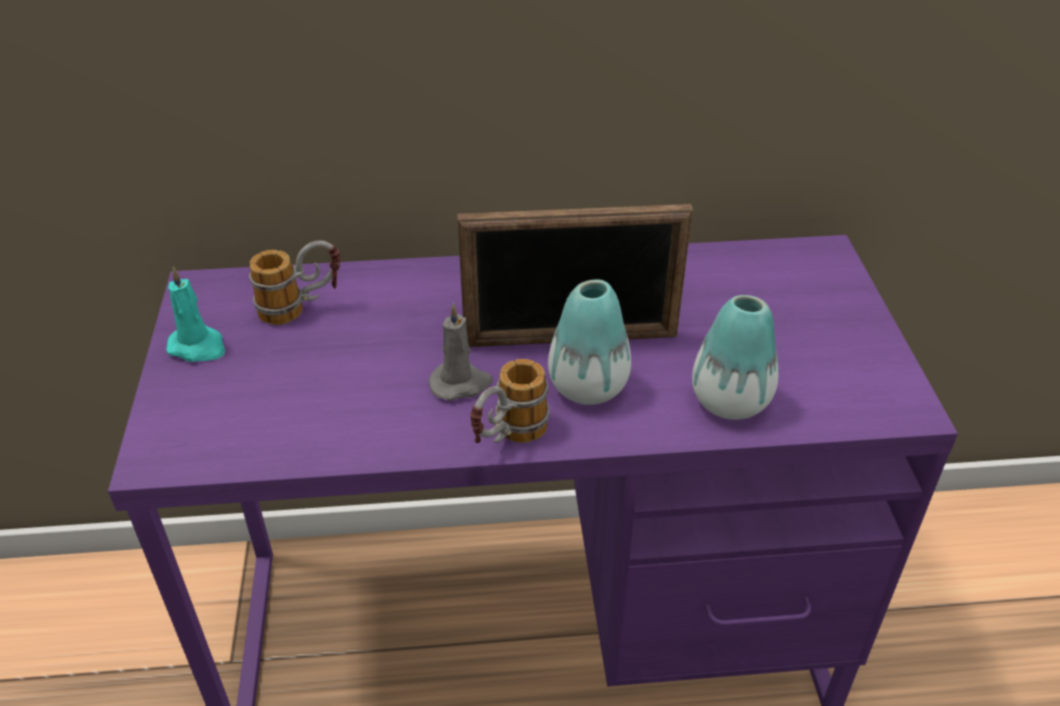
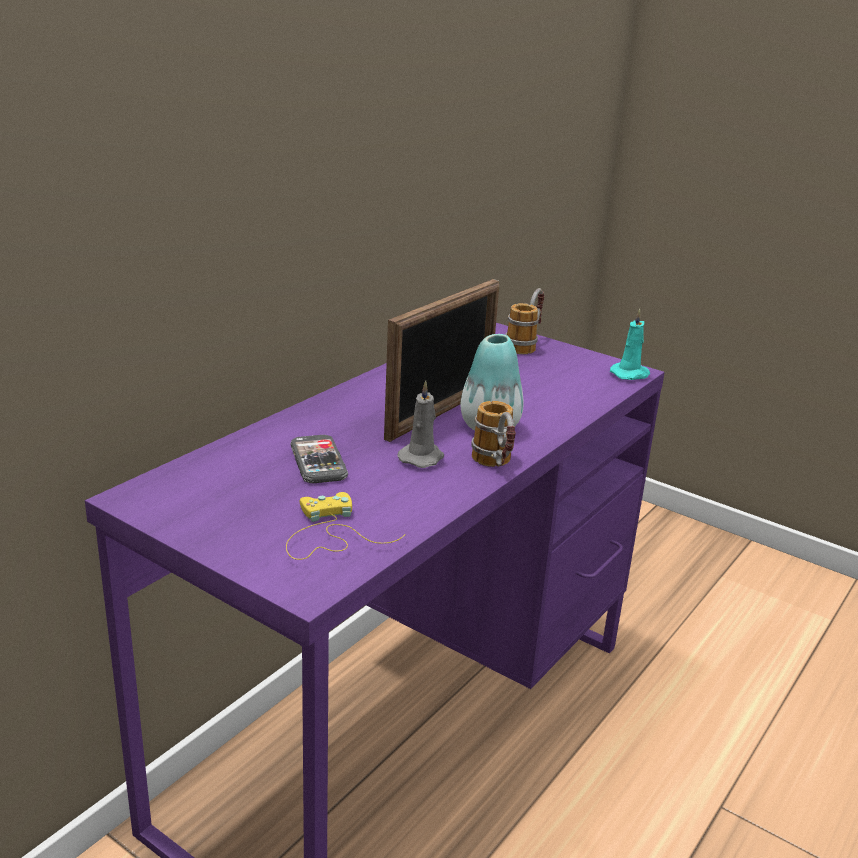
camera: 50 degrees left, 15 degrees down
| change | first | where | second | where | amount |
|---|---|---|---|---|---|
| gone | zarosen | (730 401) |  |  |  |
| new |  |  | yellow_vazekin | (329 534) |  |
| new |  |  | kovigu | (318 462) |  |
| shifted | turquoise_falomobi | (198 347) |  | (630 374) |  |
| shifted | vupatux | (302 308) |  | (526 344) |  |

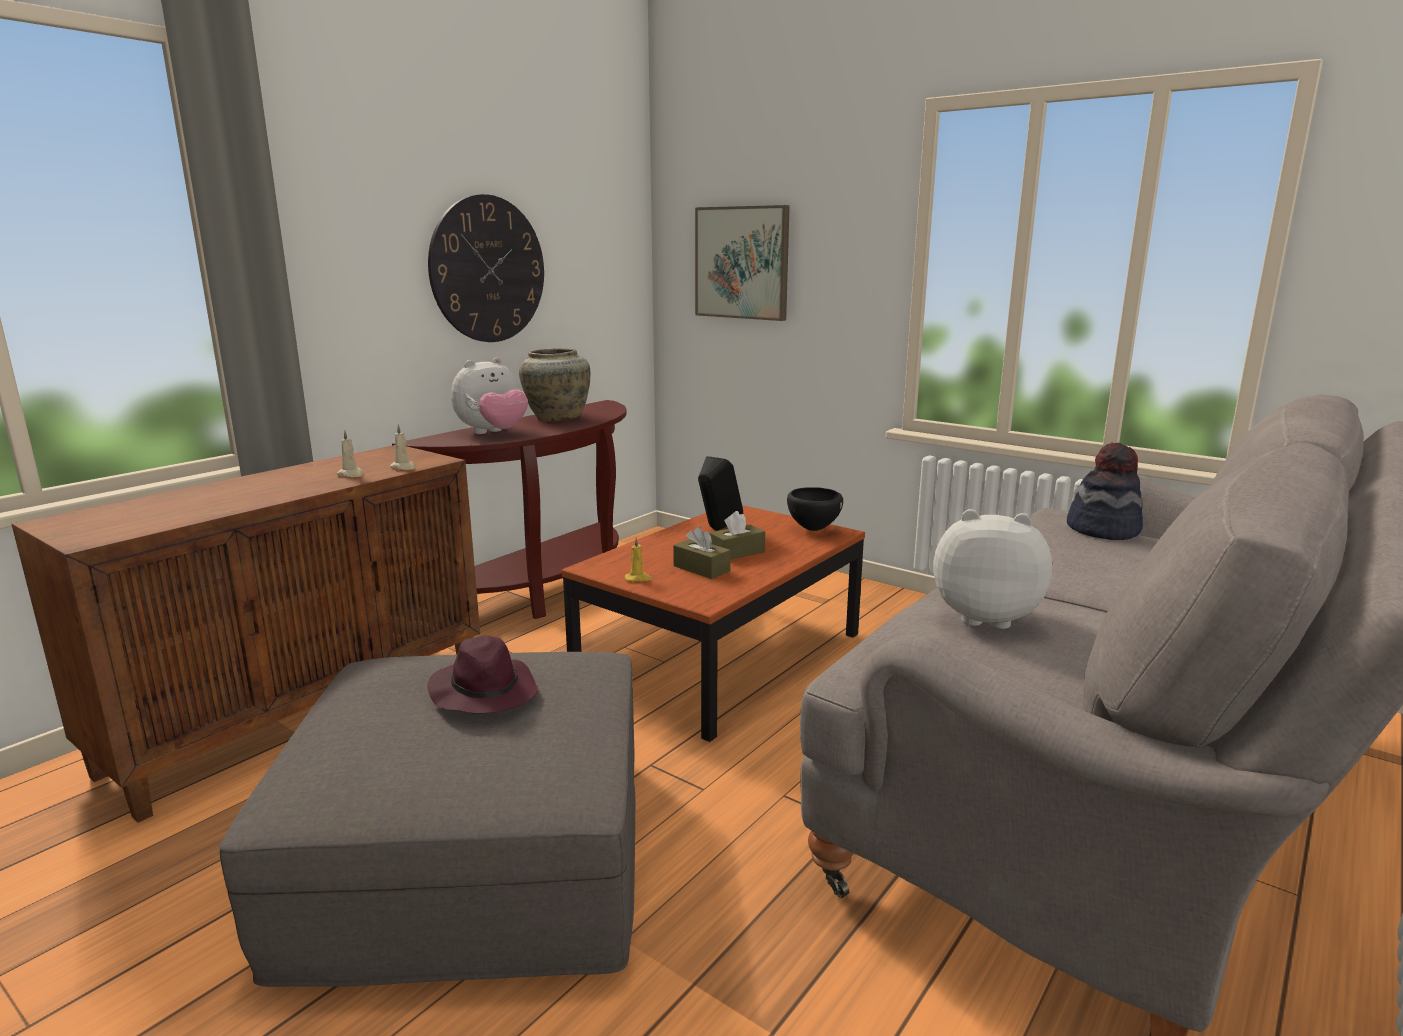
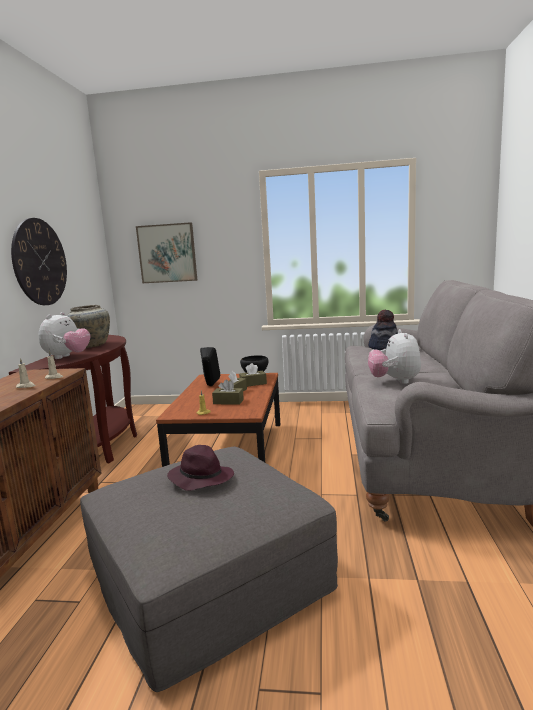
camera: 30 degrees left, 5 degrees down
| change | first | where | second | where | amount |
|---|---|---|---|---|---|
| new |  |  | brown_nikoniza | (253 383) |  |
| rotated | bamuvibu | (985 617) |  | (395 381) | 75 degrees counterclockwise |

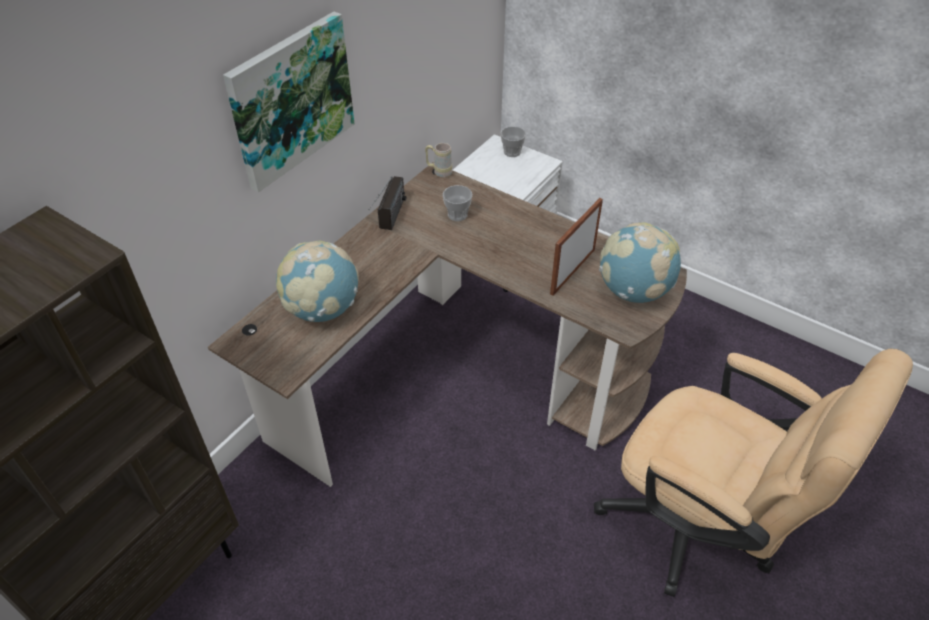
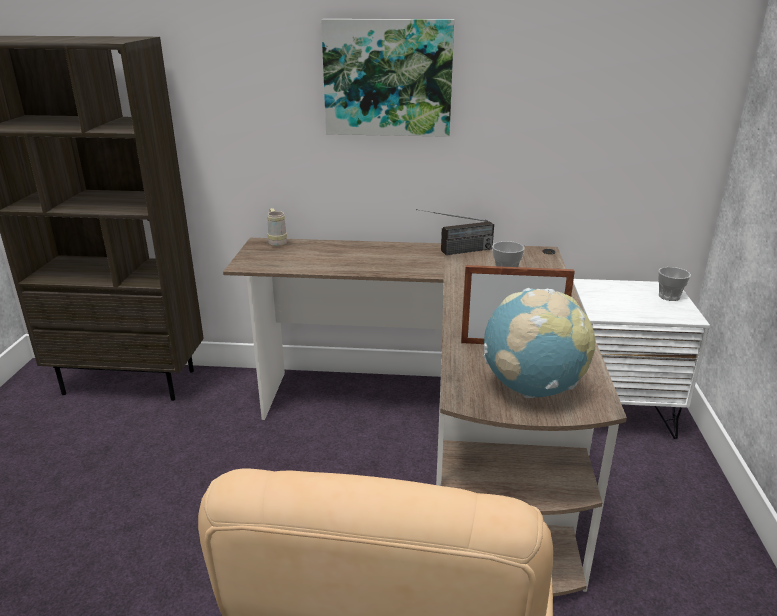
camera: 60 degrees right, 20 degrees down
| change | first | where | second | where | amount |
|---|---|---|---|---|---|
| gone | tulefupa | (322 309) |  |  |  |
| shifted | beige_vupatux | (439 172) |  | (277 241) |  |

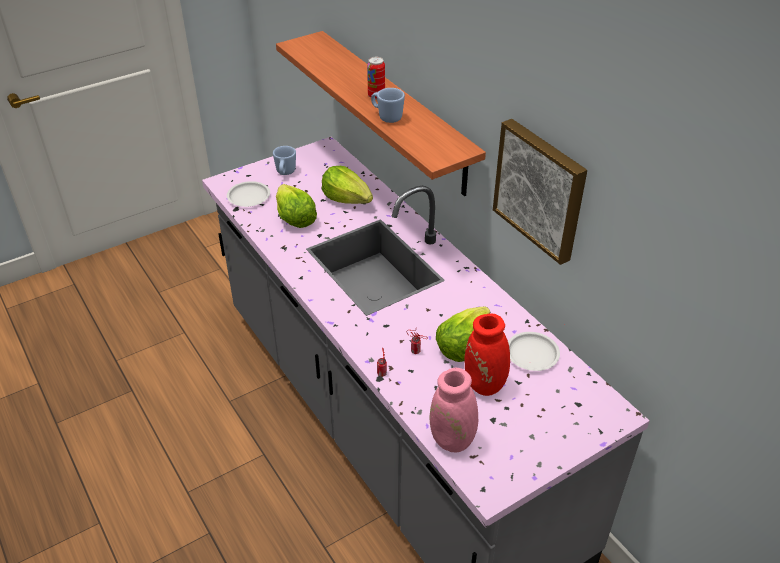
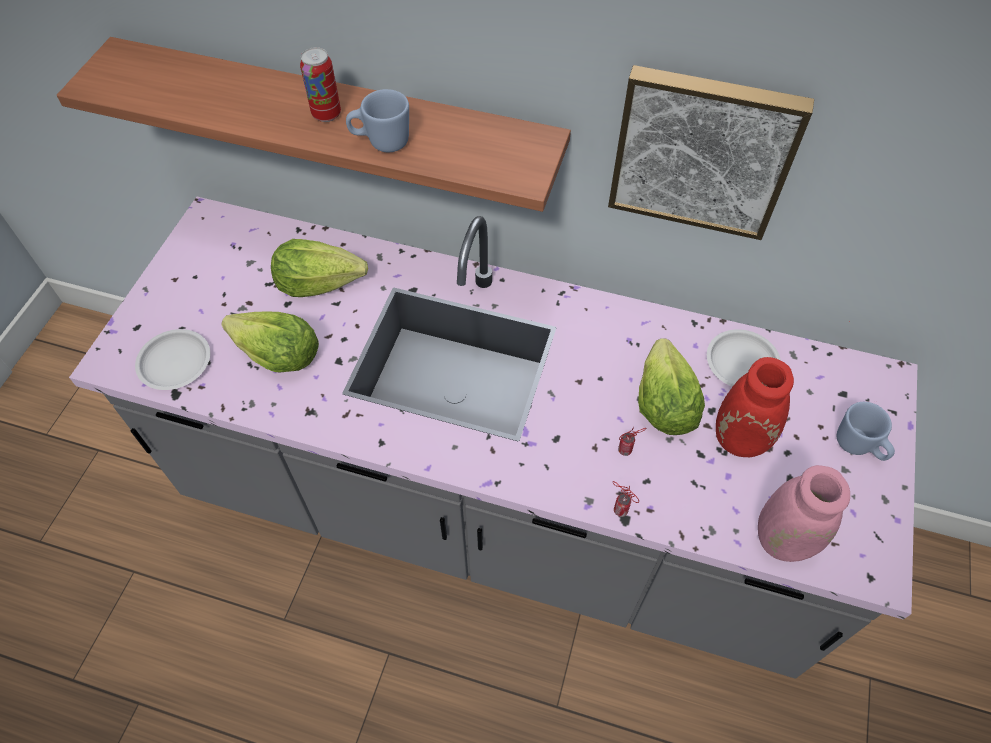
camera: 40 degrees left, 15 degrees up
| change | first | where | second | where | amount |
|---|---|---|---|---|---|
| shifted | blue_vupatux | (285 173) |  | (858 447) |  |

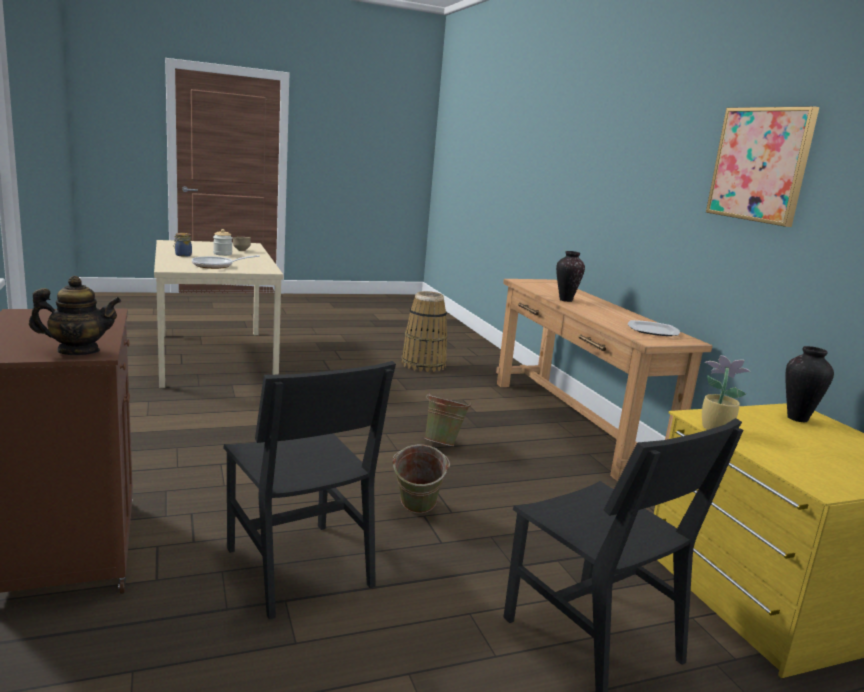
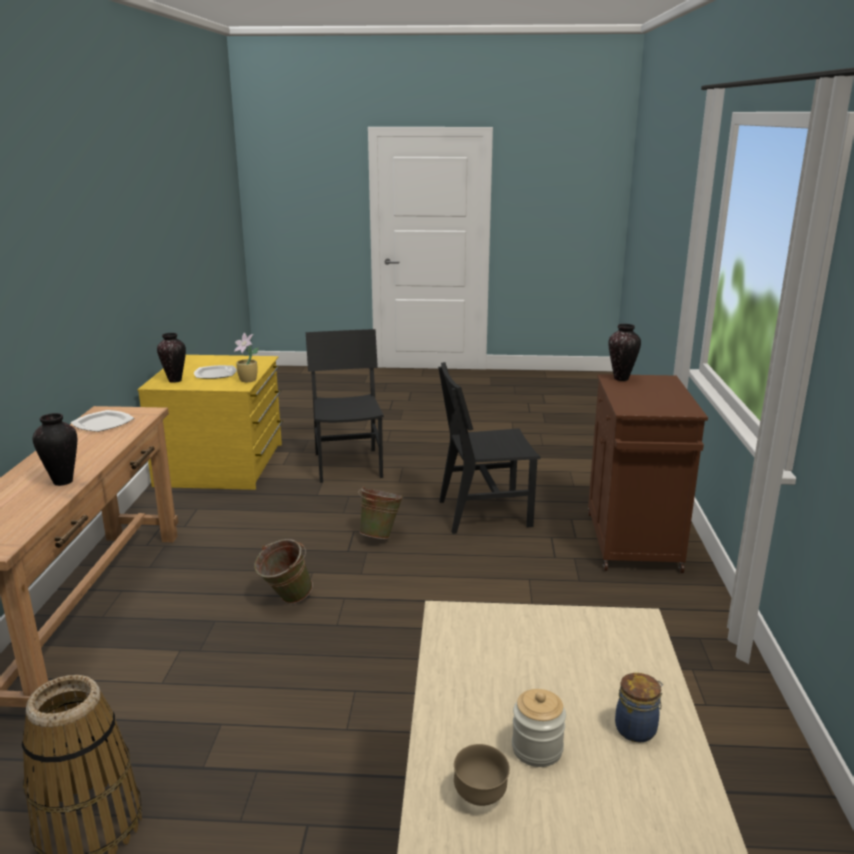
camera: 155 degrees left, 5 degrees up
| change | first | where | second | where | amount |
|---|---|---|---|---|---|
| gone | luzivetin | (216 266) |  |  |  |
| gone | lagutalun | (760 164) |  |  |  |
| new |  |  | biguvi | (216 374) |  |
| swapped | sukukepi | (78 351) | zarosen | (621 379) |  |
| rotated | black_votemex | (298 567) |  | (484 513) | 90 degrees counterclockwise |

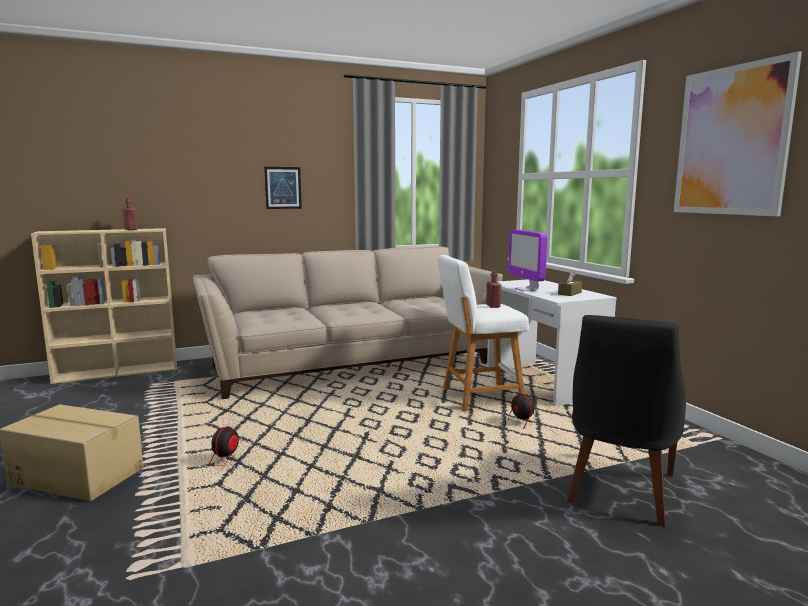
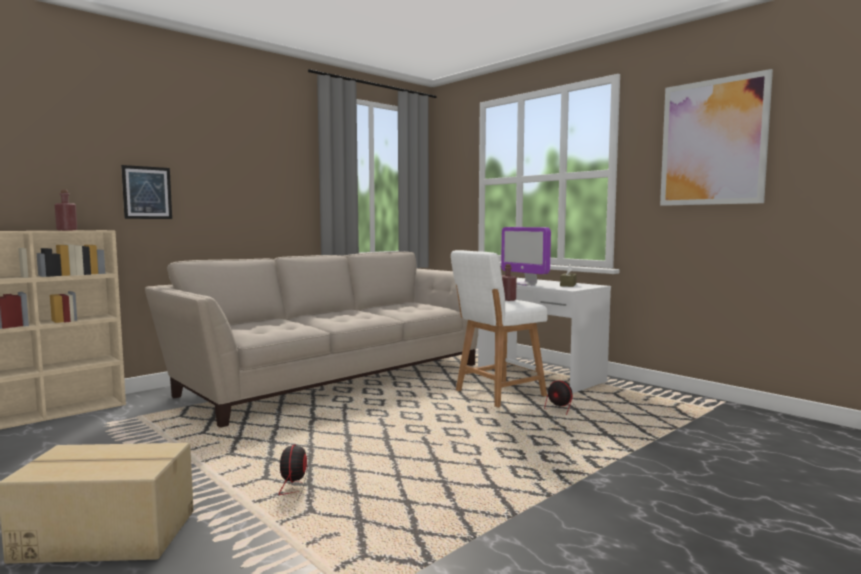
camera: 20 degrees left, 5 degrees down
| change | first | where | second | where | amount |
|---|---|---|---|---|---|
| gone | black_votemex | (619 490) |  |  |  |
| shifted | lagutalun | (283 188) |  | (147 192) |  |

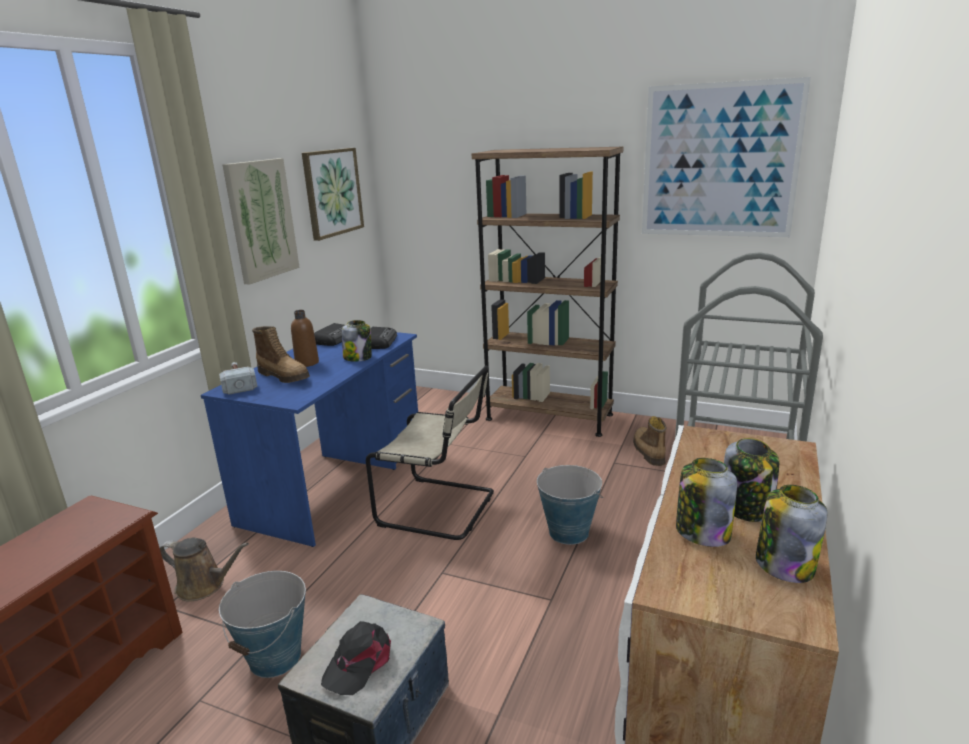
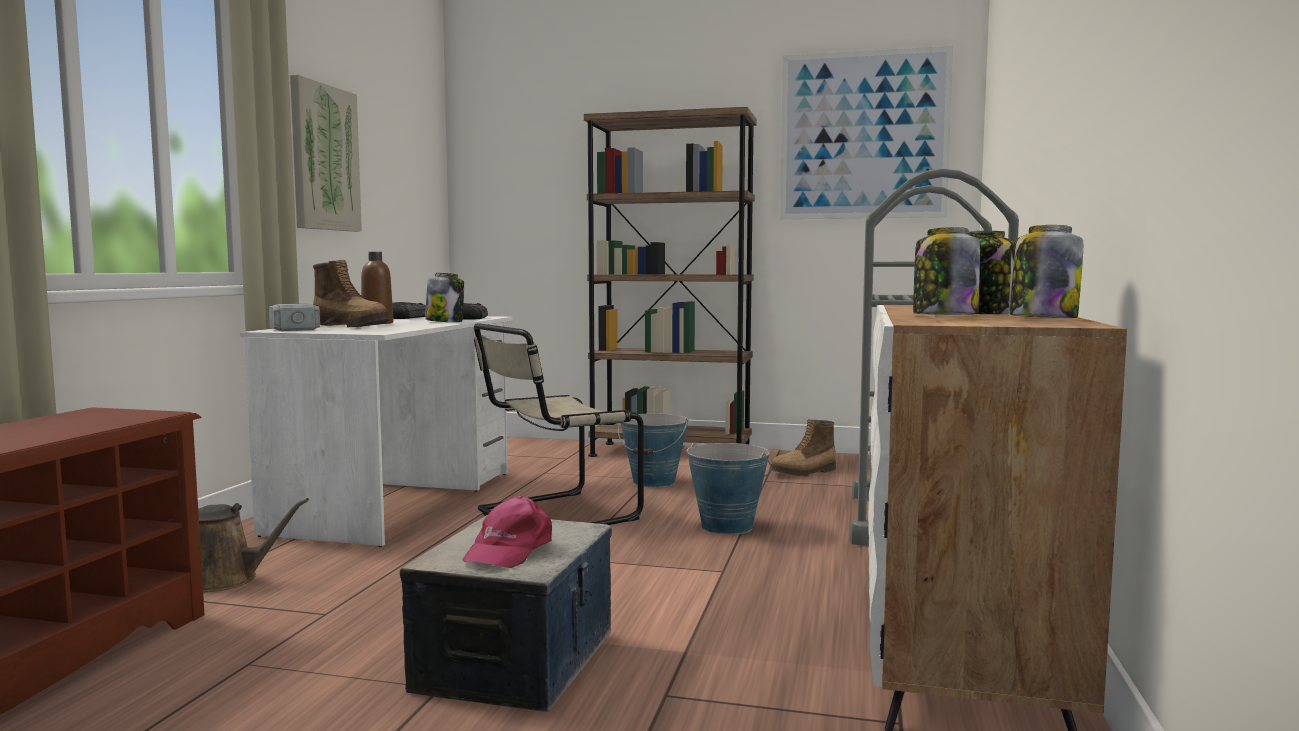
camera: 10 degrees left, 15 degrees down
| change | first | where | second | where | amount |
|---|---|---|---|---|---|
| gone | lagutalun | (332 192) |  |  |  |
| shifted | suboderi | (275 657) |  | (654 482) |  |
| repainted | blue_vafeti | (336 482) | white_vafeti | (398 501) |  |
| repainted | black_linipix | (359 662) | pink_linipix | (509 550) |  |
| rotated | beige_votemex | (441 508) |  | (552 516) | 135 degrees clockwise |
| rotated | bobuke | (648 451) |  | (804 473) | 105 degrees counterclockwise |

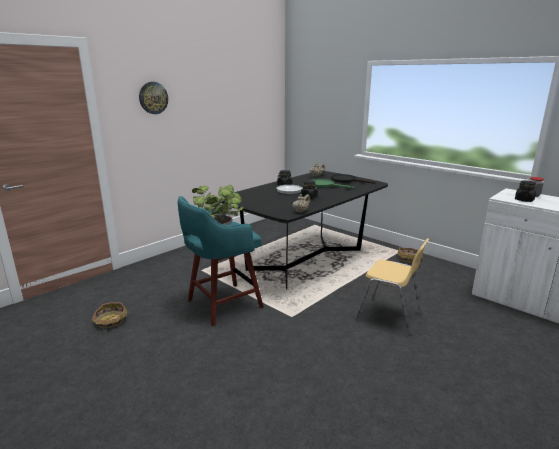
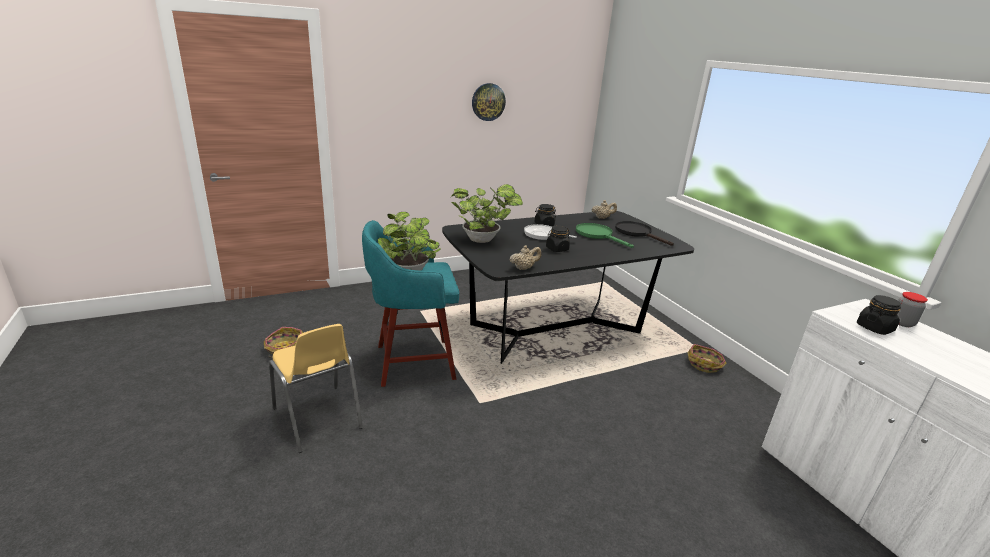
camera: 20 degrees right, 5 degrees up
| change | first | where | second | where | amount |
|---|---|---|---|---|---|
| new |  |  | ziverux | (483 240) |  |
| shifted | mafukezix | (153 98) |  | (488 102) |  |
| shifted | yellow_votemex | (389 317) |  | (318 418) |  |

